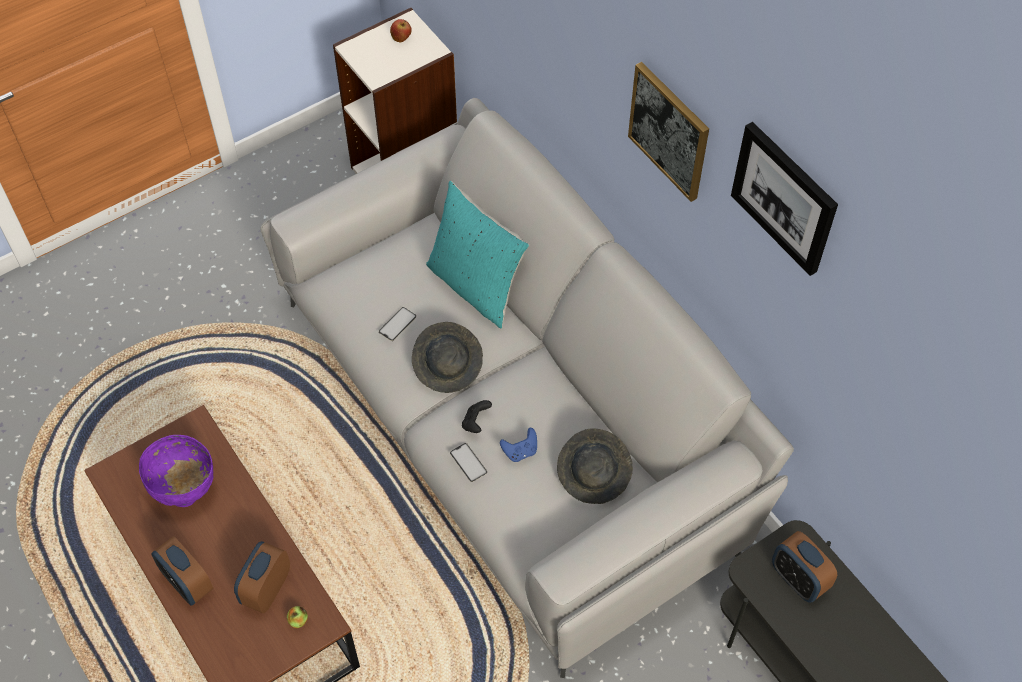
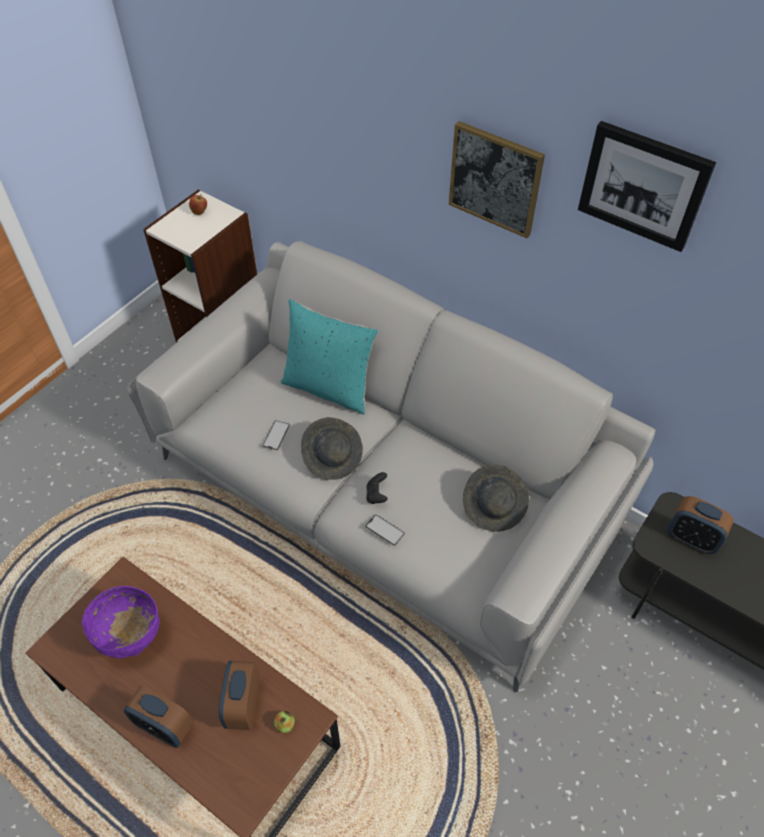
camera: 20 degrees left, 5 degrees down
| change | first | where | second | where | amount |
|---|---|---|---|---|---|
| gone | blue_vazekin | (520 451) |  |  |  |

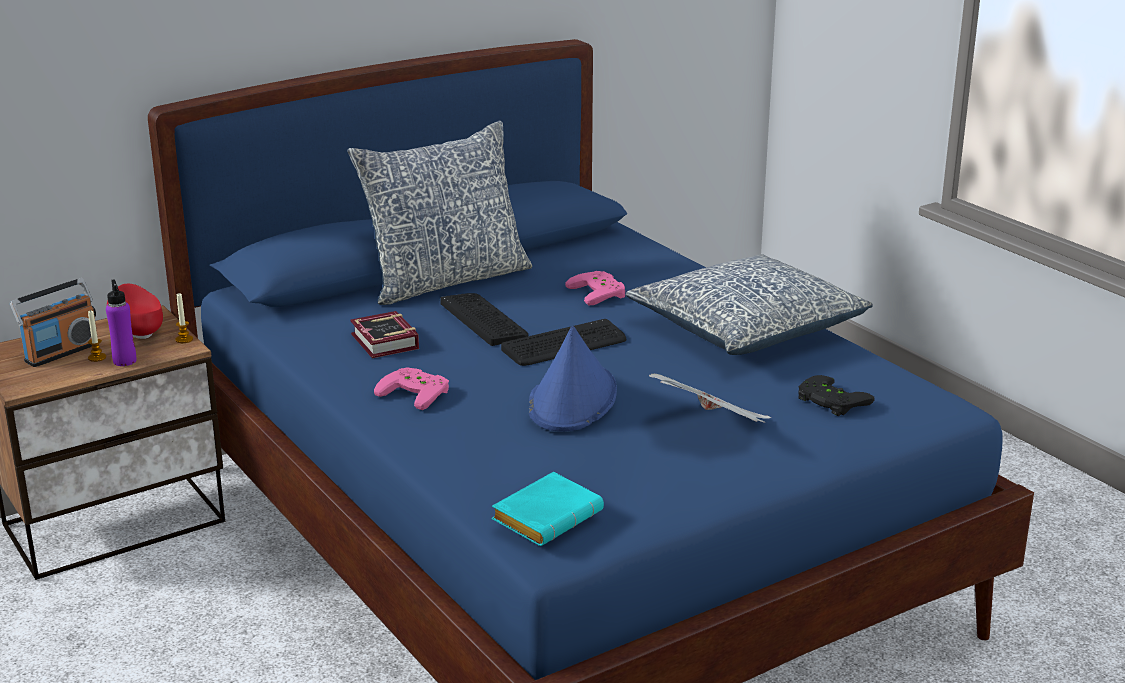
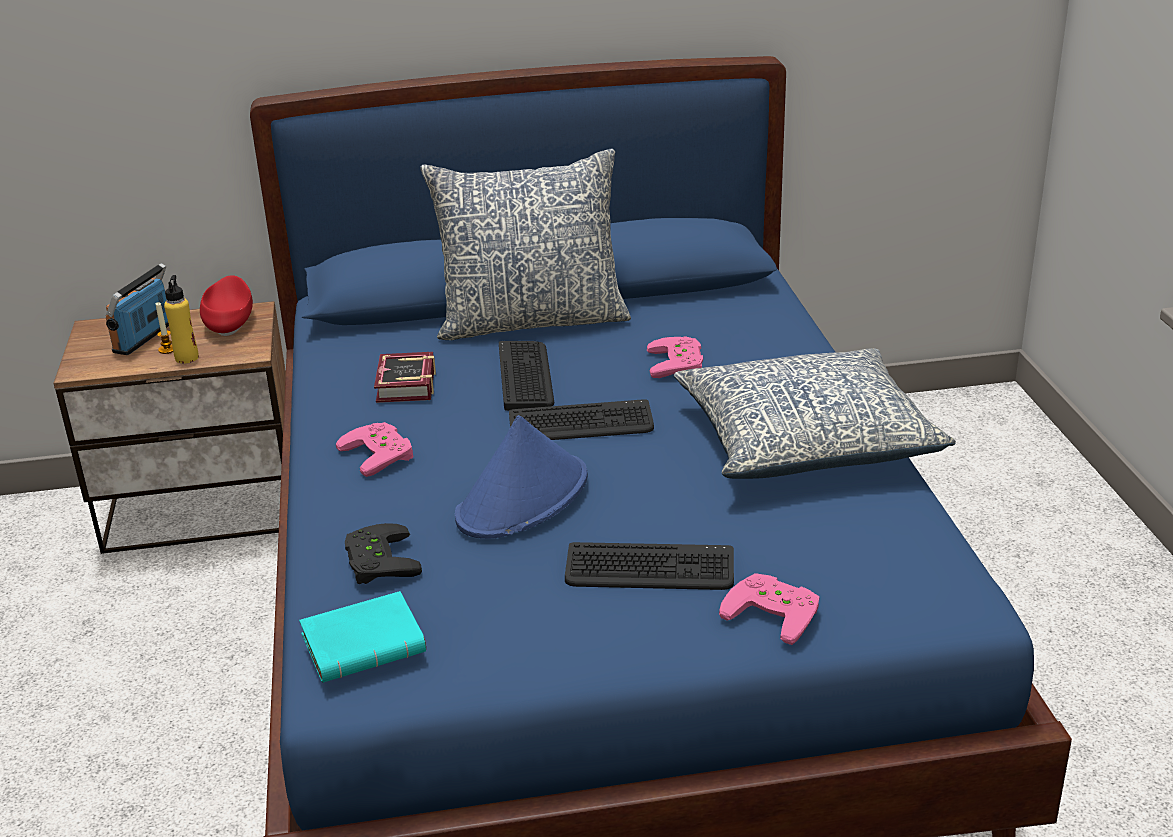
camera: 25 degrees right, 5 degrees up
| change | first | where | second | where | amount |
|---|---|---|---|---|---|
| gone | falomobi | (184 339) |  |  |  |
| new |  |  | pink_vazekin | (775 611) |  |
| shifted | black_vazekin | (829 401) |  | (376 561) |  |
| swapped | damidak | (712 428) | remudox | (649 569) |  |
| repainted | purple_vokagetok | (125 361) | yellow_vokagetok | (187 358) |  |
| rotated | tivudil | (61 352) |  | (144 338) | 135 degrees clockwise |

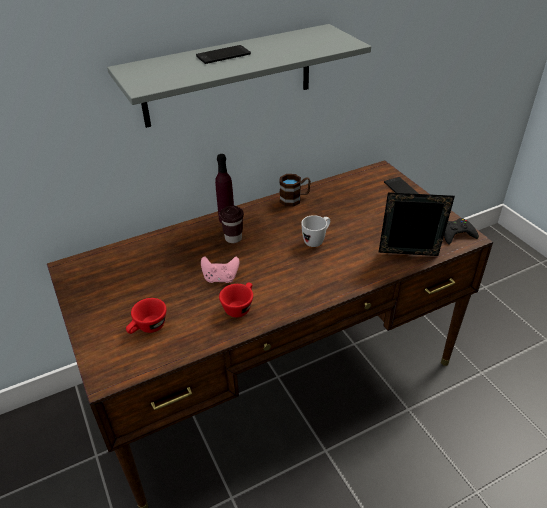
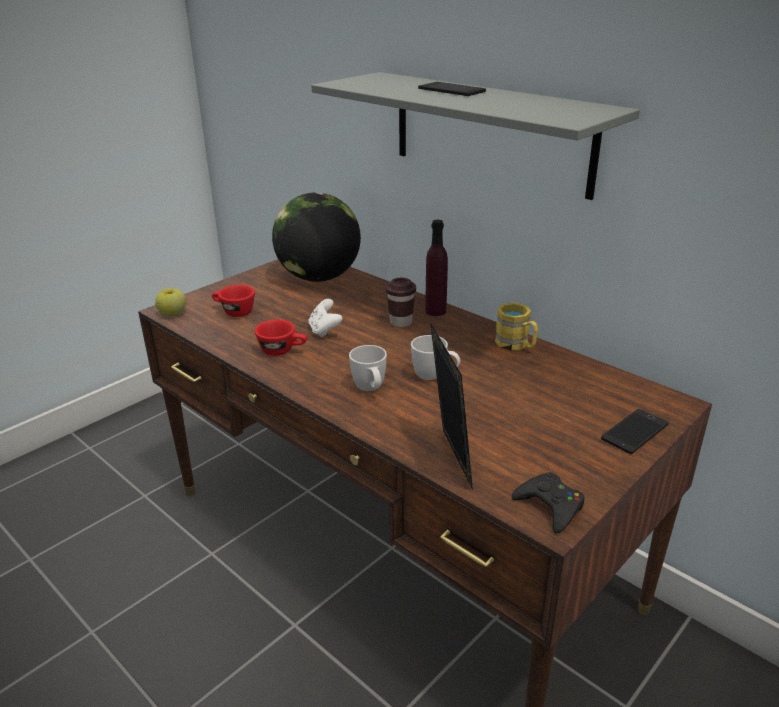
camera: 70 degrees right, 10 degrees down
| change | first | where | second | where | amount |
|---|---|---|---|---|---|
| new |  |  | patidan | (173 314) |  |
| new |  |  | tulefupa | (319 277) |  |
| new |  |  | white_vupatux | (371 390) |  |
| repainted | pink_vazekin | (220 278) | white_vazekin | (324 330) |  |
| repainted | brown_vupatux | (294 199) | yellow_vupatux | (516 345) |  |

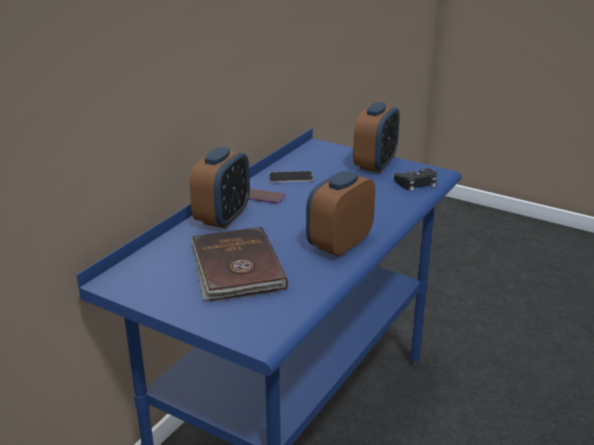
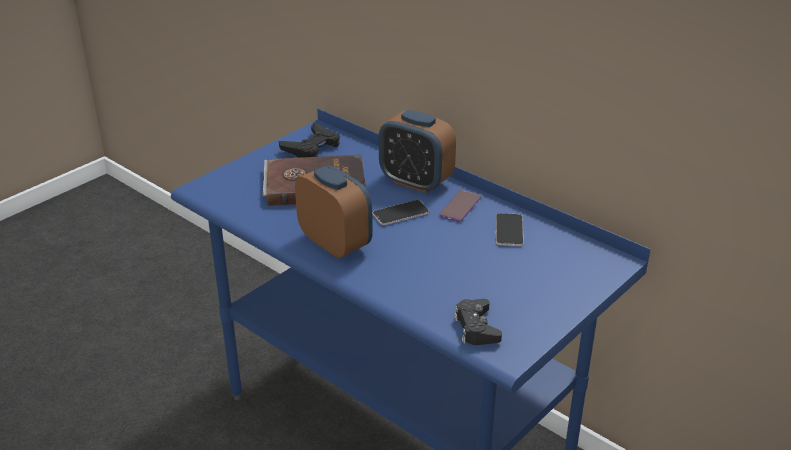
camera: 100 degrees right, 5 degrees up
| change | first | where | second | where | amount |
|---|---|---|---|---|---|
| gone | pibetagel | (375 164) |  |  |  |
| new |  |  | black_vazekin | (312 147) |  |
| new |  |  | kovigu | (400 213) |  |

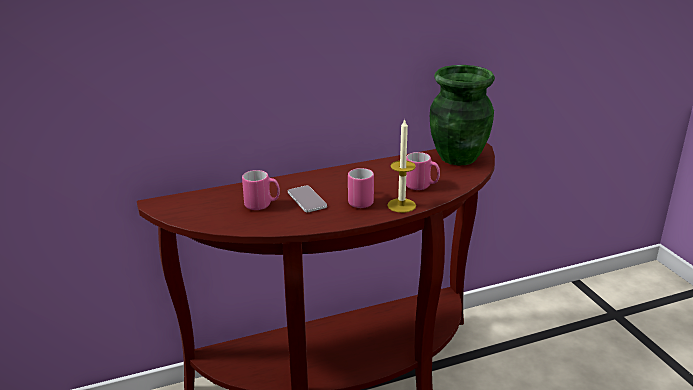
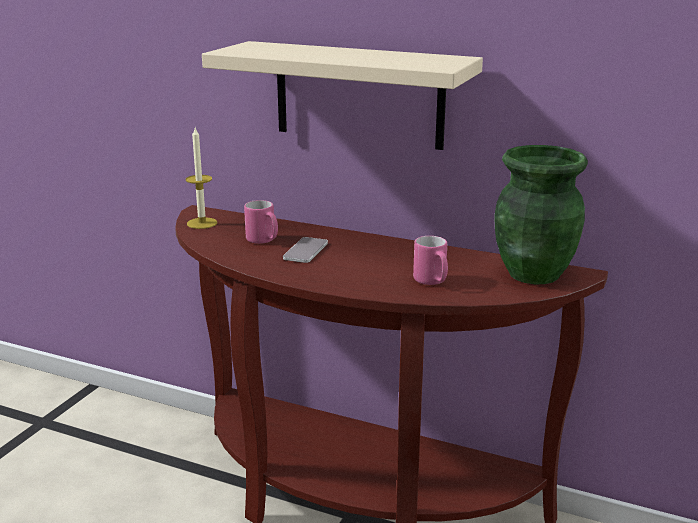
camera: 45 degrees right, 5 degrees down
| change | first | where | second | where | amount |
|---|---|---|---|---|---|
| gone | pink_vupatux | (361 200) |  |  |  |
| new |  |  | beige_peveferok | (358 95) |  |
| shifted | falomobi | (401 205) |  | (202 223) |  |

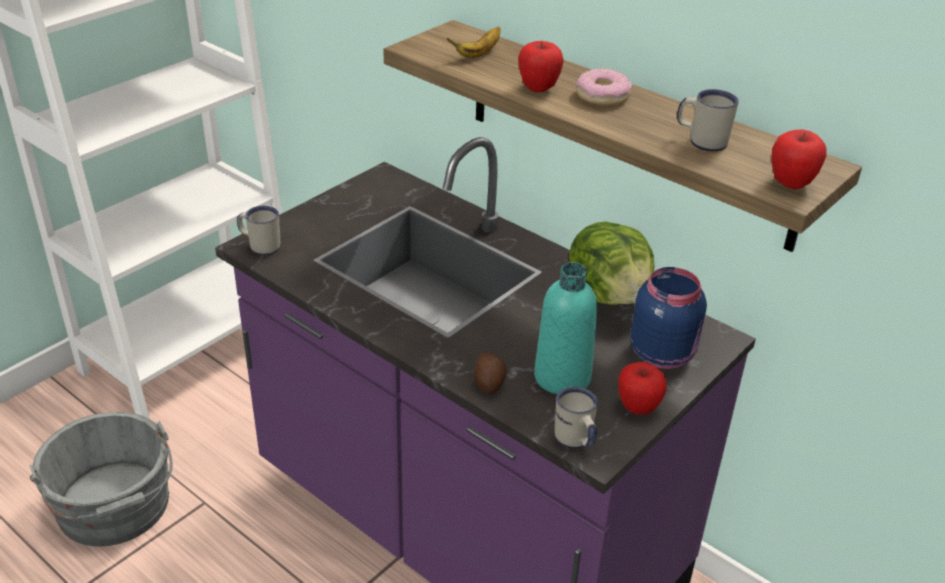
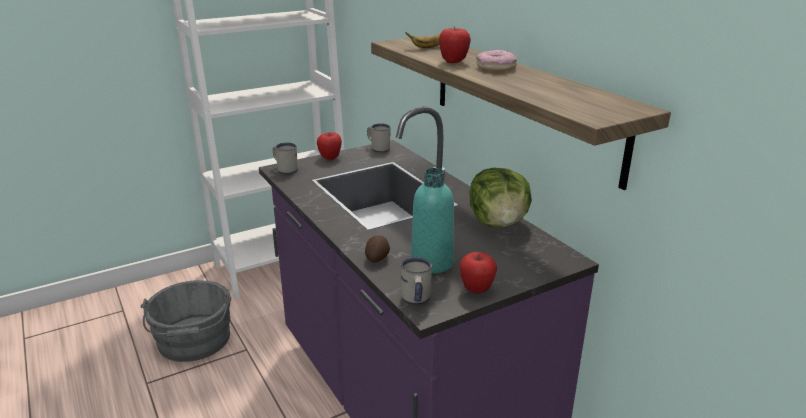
camera: 20 degrees right, 10 degrees down
| change | first | where | second | where | amount |
|---|---|---|---|---|---|
| gone | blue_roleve | (663 353) |  |  |  |
| shifted | white_vupatux | (701 141) |  | (378 148) |  |
| shifted | patidan | (791 184) |  | (330 158) |  |

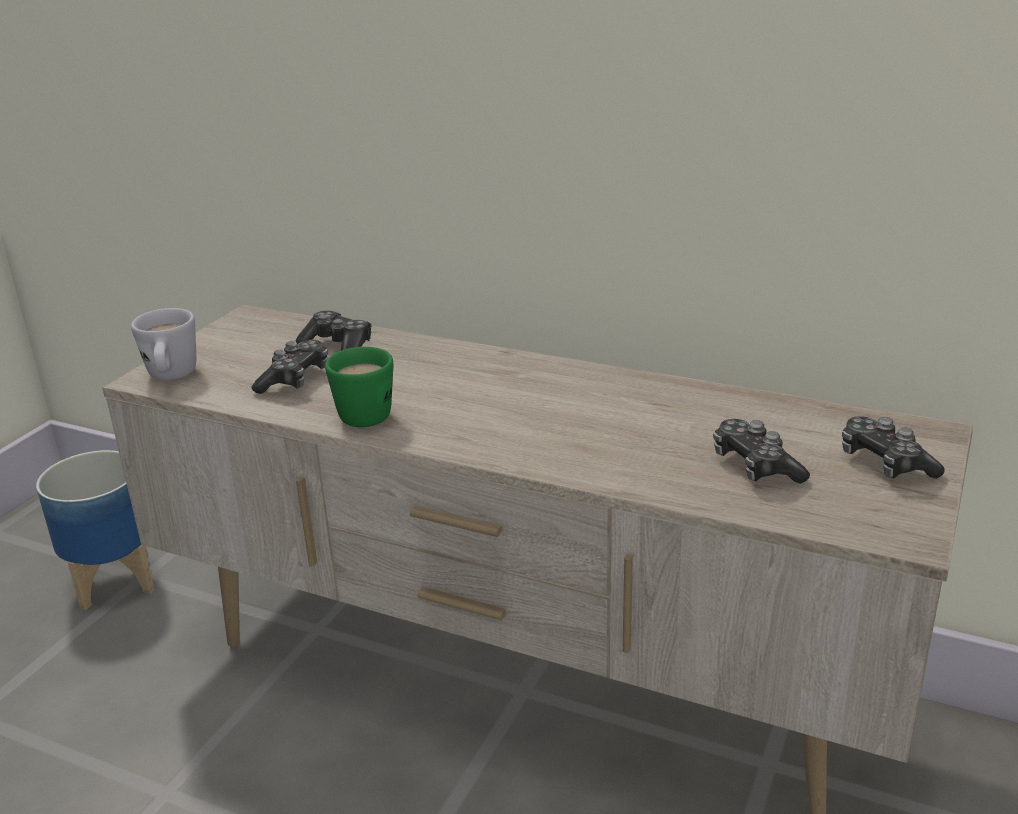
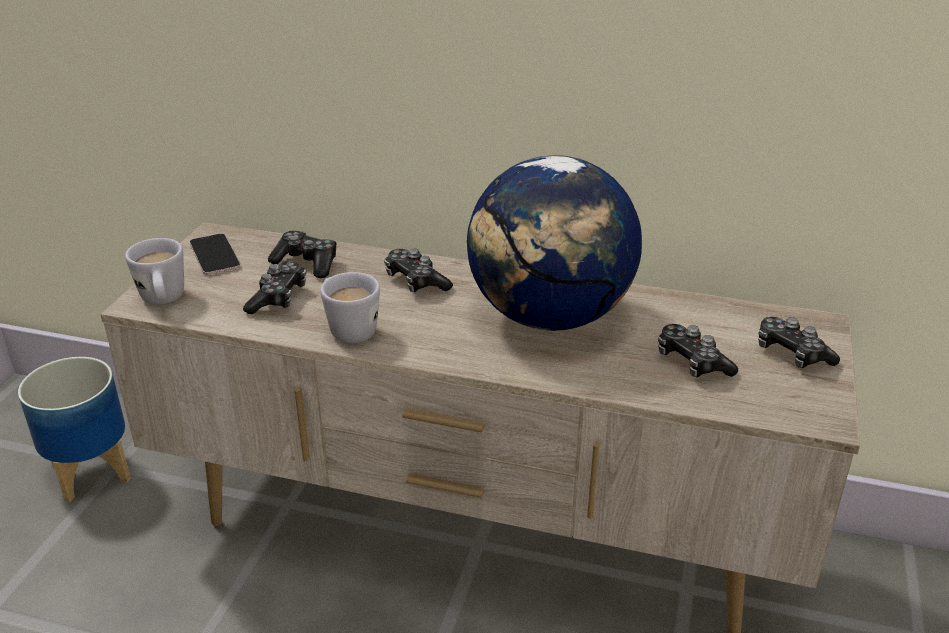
camera: 10 degrees left, 5 degrees up
| change | first | where | second | where | amount |
|---|---|---|---|---|---|
| new |  |  | kovigu | (214 255) |  |
| new |  |  | vazekin | (416 281) |  |
| new |  |  | tulefupa | (550 317) |  |
| repainted | green_vupatux | (361 412) | white_vupatux | (348 328) |  |

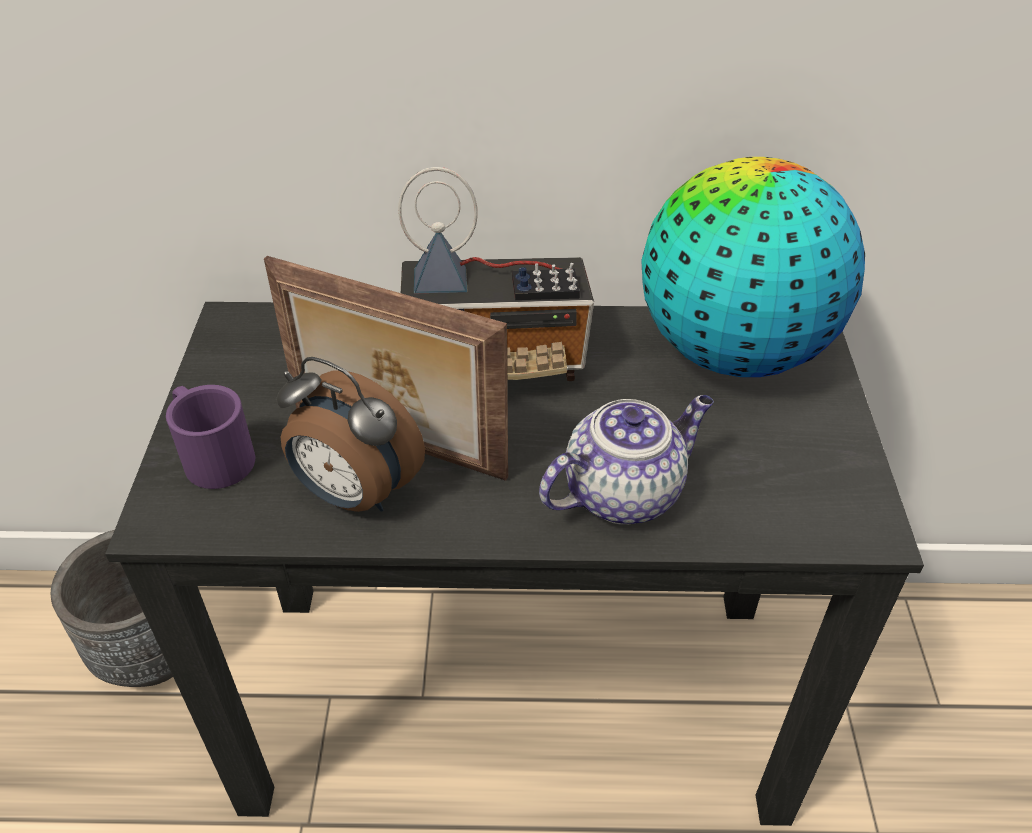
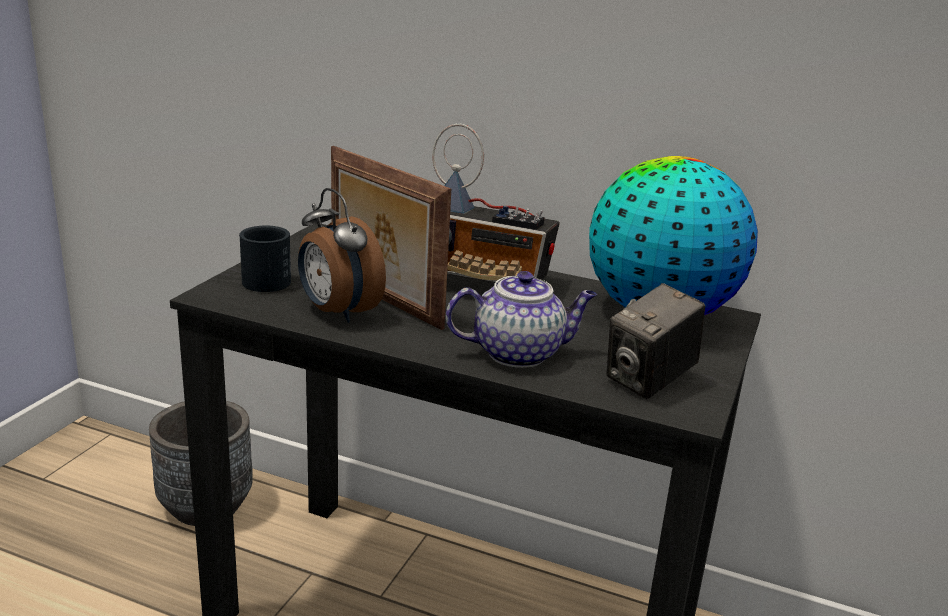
camera: 20 degrees right, 20 degrees down
| change | first | where | second | where | amount |
|---|---|---|---|---|---|
| new |  |  | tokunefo | (649 381) |  |
| repainted | purple_vupatux | (212 454) | black_vupatux | (265 278) |  |

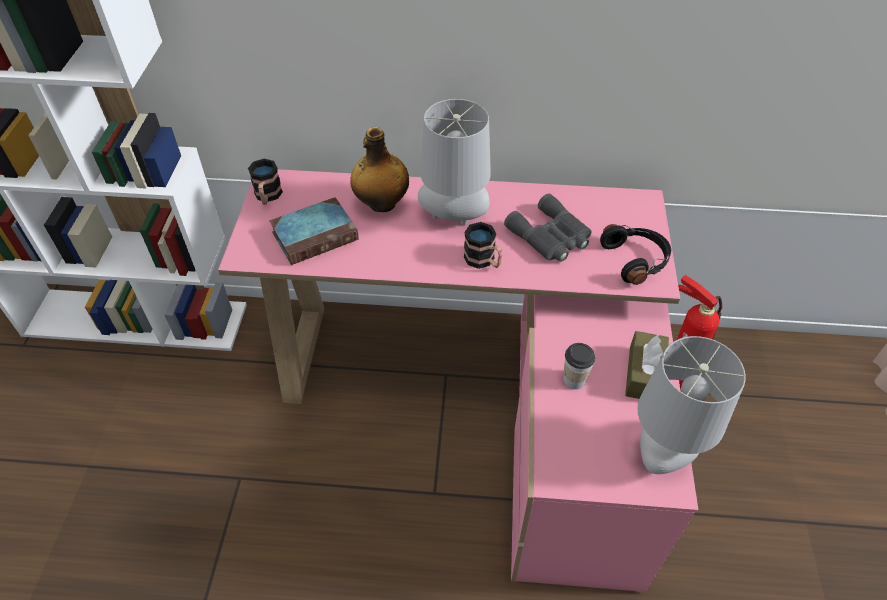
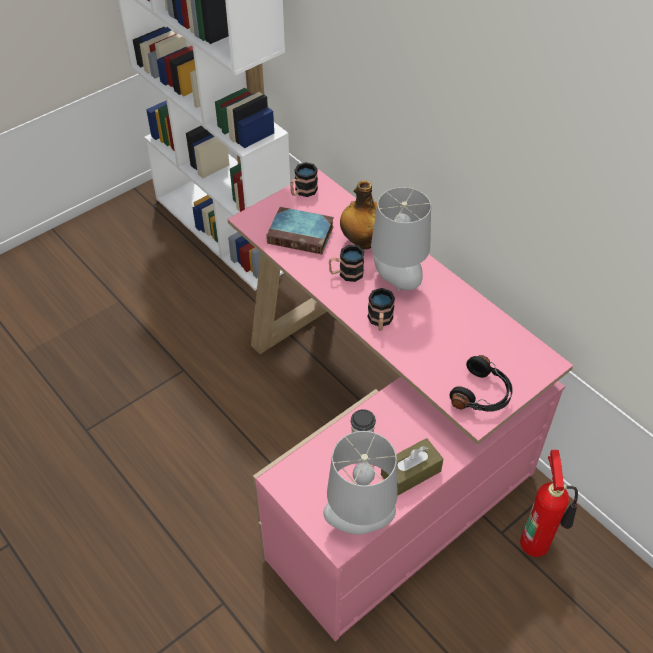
camera: 45 degrees right, 0 degrees up
| change | first | where | second | where | amount |
|---|---|---|---|---|---|
| gone | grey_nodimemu | (550 237) |  |  |  |
| new |  |  | vupatux | (346 274) |  |

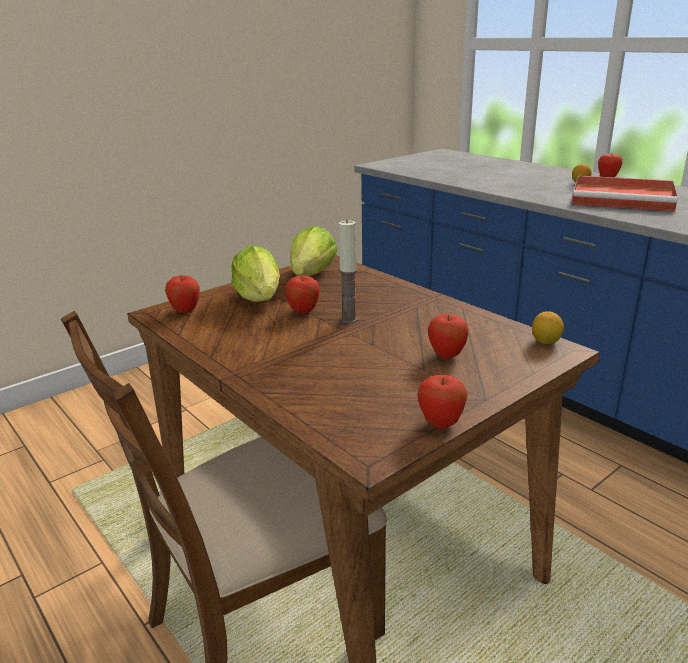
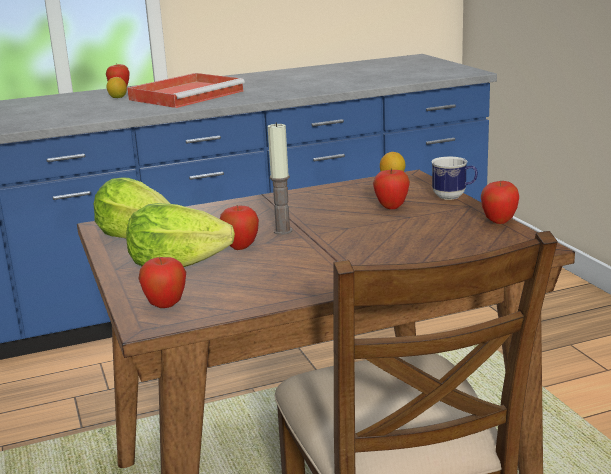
camera: 70 degrees left, 5 degrees down
| change | first | where | second | where | amount |
|---|---|---|---|---|---|
| new |  |  | vupatux | (454 196) |  |

